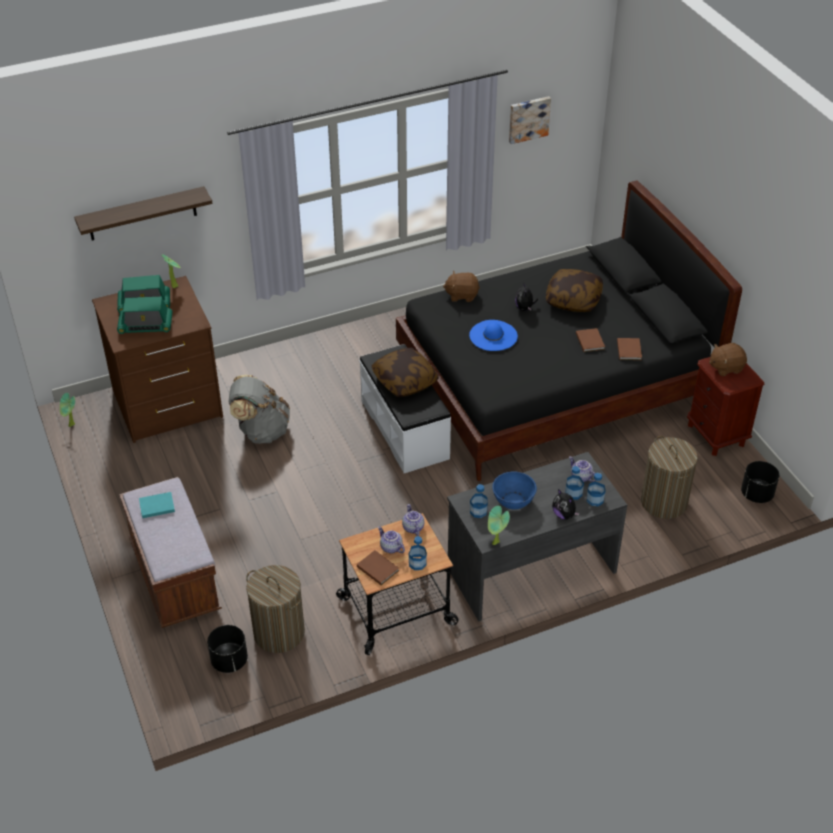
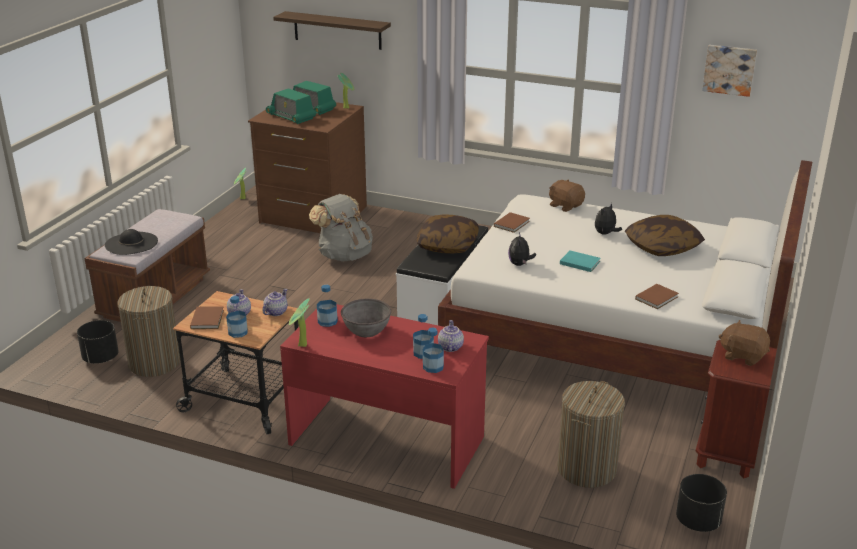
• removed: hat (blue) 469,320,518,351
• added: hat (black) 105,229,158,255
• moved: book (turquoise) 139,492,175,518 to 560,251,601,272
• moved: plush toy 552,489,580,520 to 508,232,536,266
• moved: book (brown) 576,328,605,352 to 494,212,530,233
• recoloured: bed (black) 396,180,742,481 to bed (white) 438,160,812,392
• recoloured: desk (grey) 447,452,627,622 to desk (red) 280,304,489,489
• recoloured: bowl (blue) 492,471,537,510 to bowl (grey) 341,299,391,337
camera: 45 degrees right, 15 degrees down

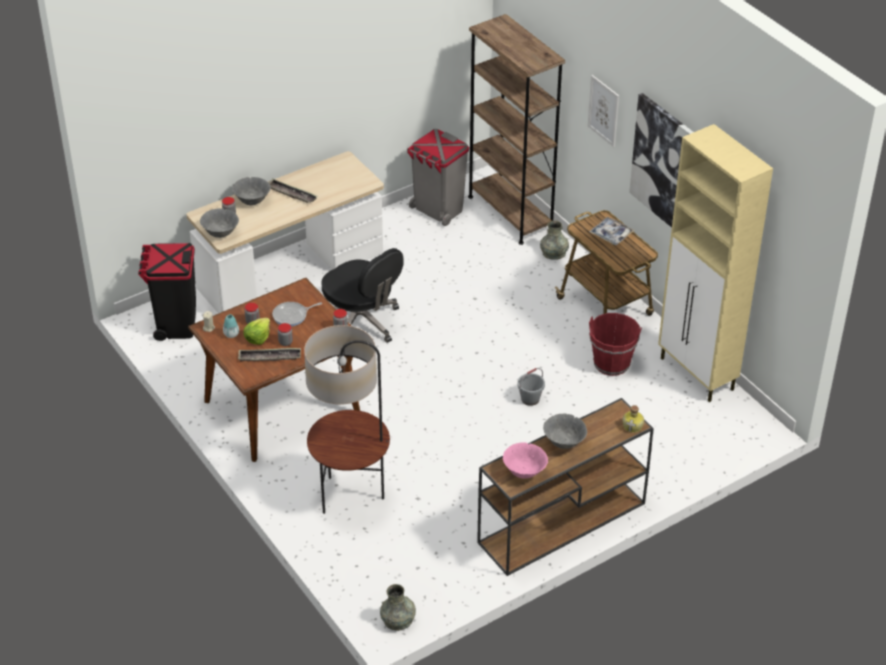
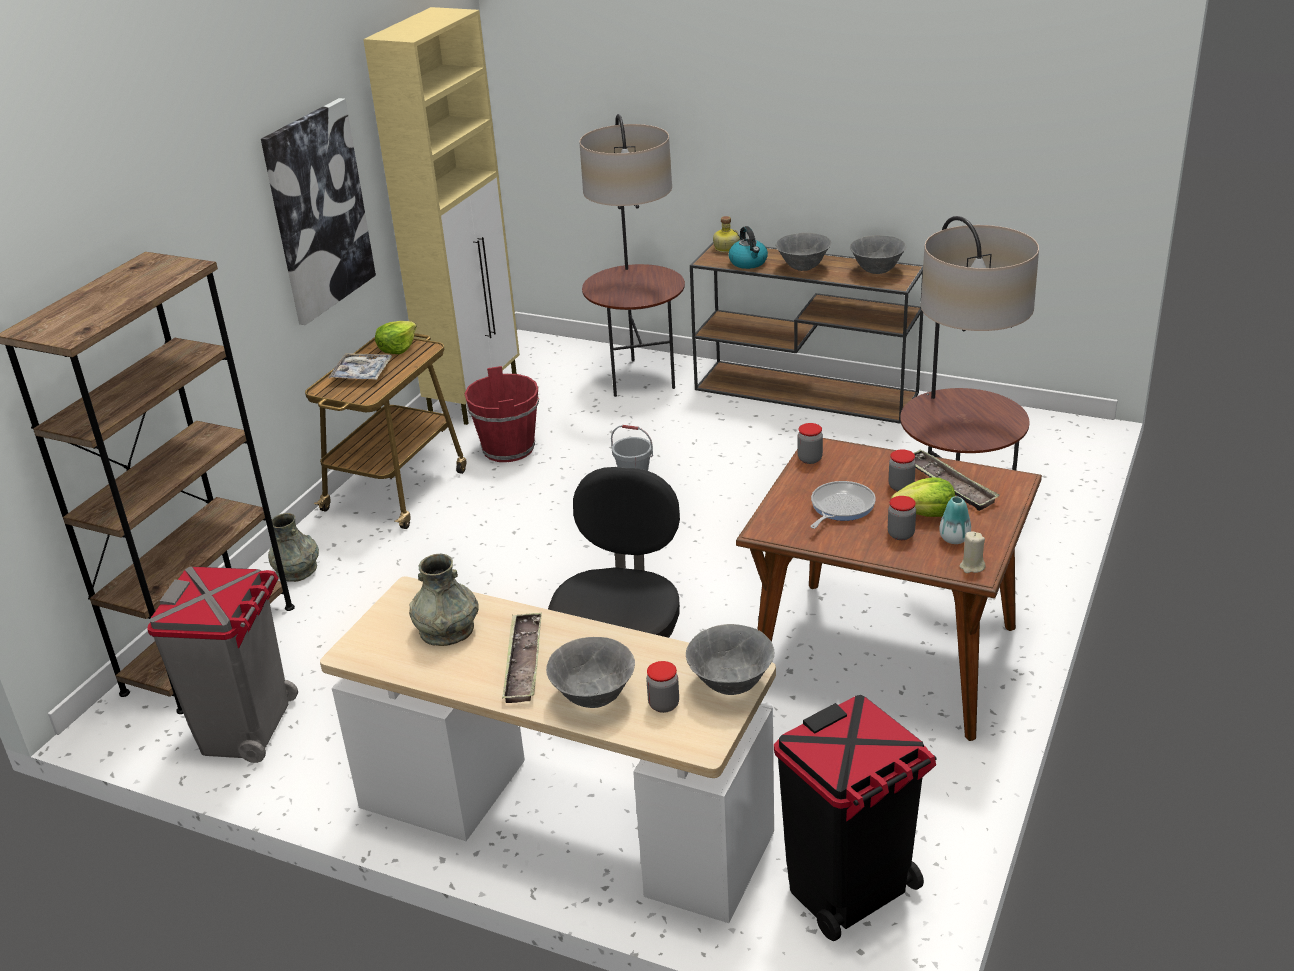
• removed: picture 588,75,619,147
• added: lettuce 375,321,417,354
• added: floor lamp 580,114,685,397
• added: kettle 729,226,768,269
• moved: vase (grey) 380,584,416,631 to 409,554,479,646
• recoloured: bowl (pink) 503,442,548,478 to bowl (grey) 850,235,906,274
• turned: frying pan 272,302,322,326 = 810,481,876,529 90 degrees counterclockwise
camera: 120 degrees left, 10 degrees down

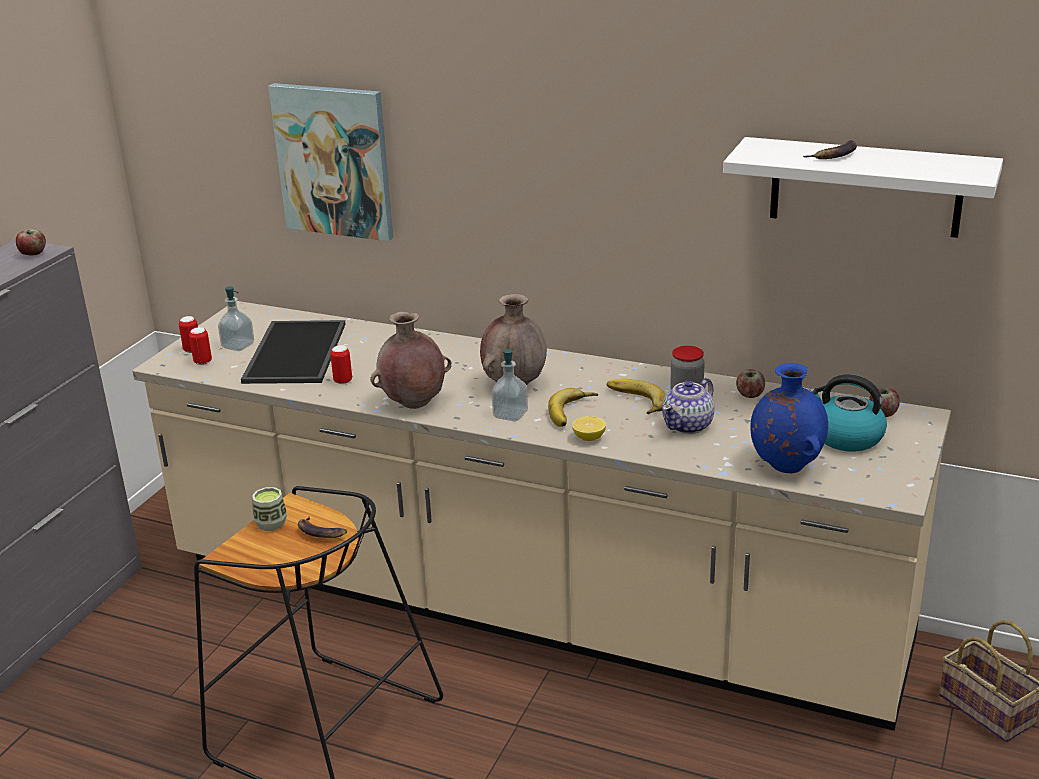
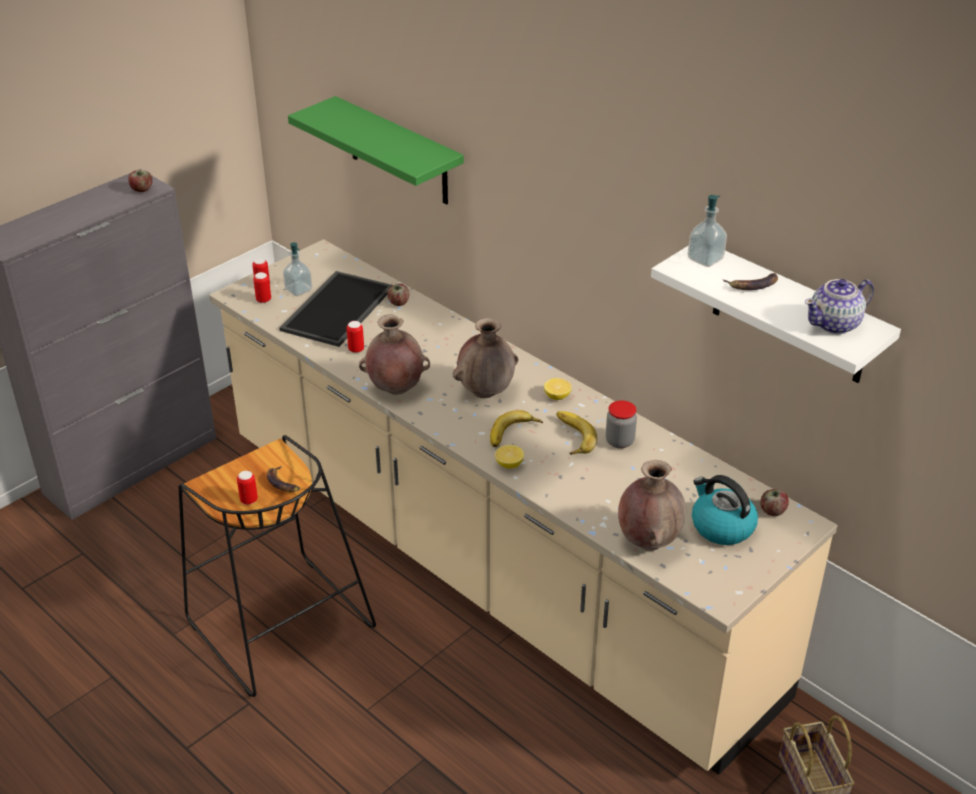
• removed: cup 252,487,287,531
• added: can 237,471,258,505
• added: lemon 544,378,572,400
• moved: soap dispenser 492,349,528,421 to 688,195,727,267
• moved: teapot 662,378,714,434 to 805,279,874,334
• moved: apple 736,369,765,398 to 387,283,410,306
• replaced: picture 268,83,393,241 to shelf (green) 288,96,464,205
• recoloured: vase (blue) 750,363,828,473 to vase (brown) 618,460,686,551
camera: 20 degrees right, 10 degrees up

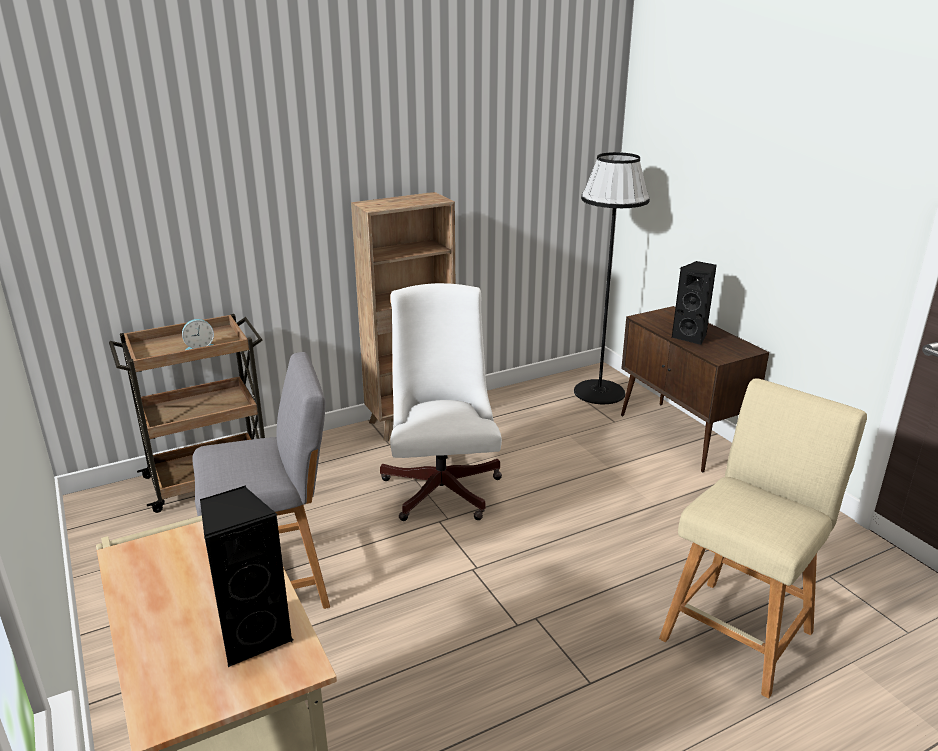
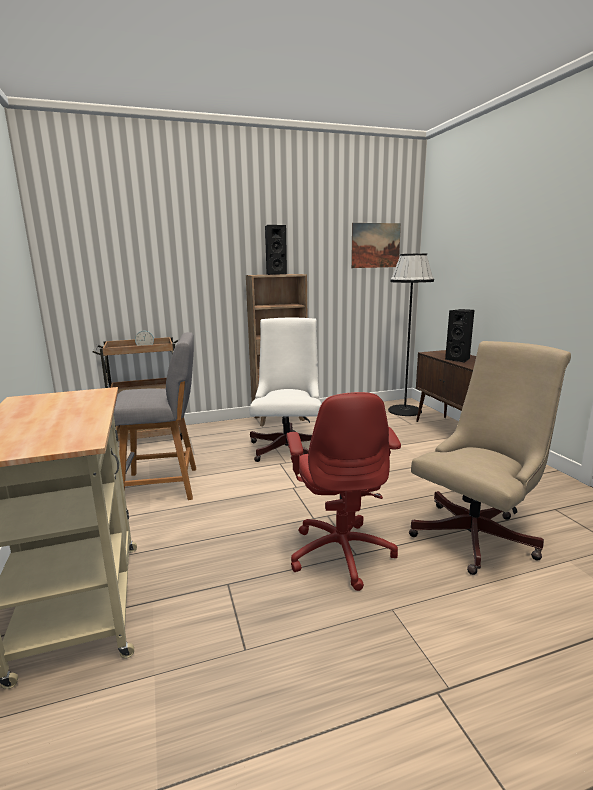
• added: office chair (red) 286,392,401,591
• added: picture 351,223,401,268
• moved: speaker (black) 200,485,294,667 to 265,225,287,275
• replaced: stool (beige) 659,378,867,699 to office chair (beige) 409,341,571,575
camera: 10 degrees right, 10 degrees down

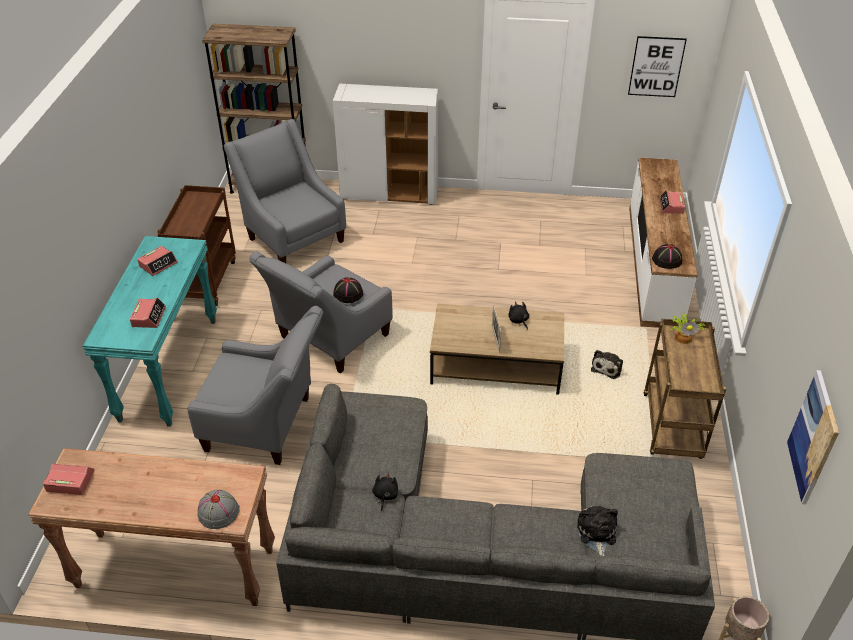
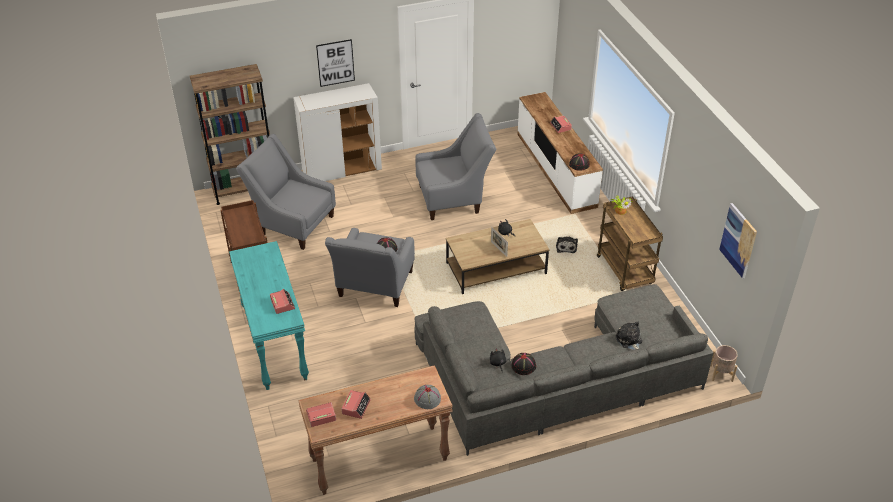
• added: hat (black) 512,353,536,375
• moved: alarm clock 137,246,178,276 to 342,390,371,419
• moved: armchair (grey) 188,306,323,465 to 415,113,497,220
• moved: picture 628,36,687,97 to 316,39,355,87
camera: 25 degrees left, 0 degrees up

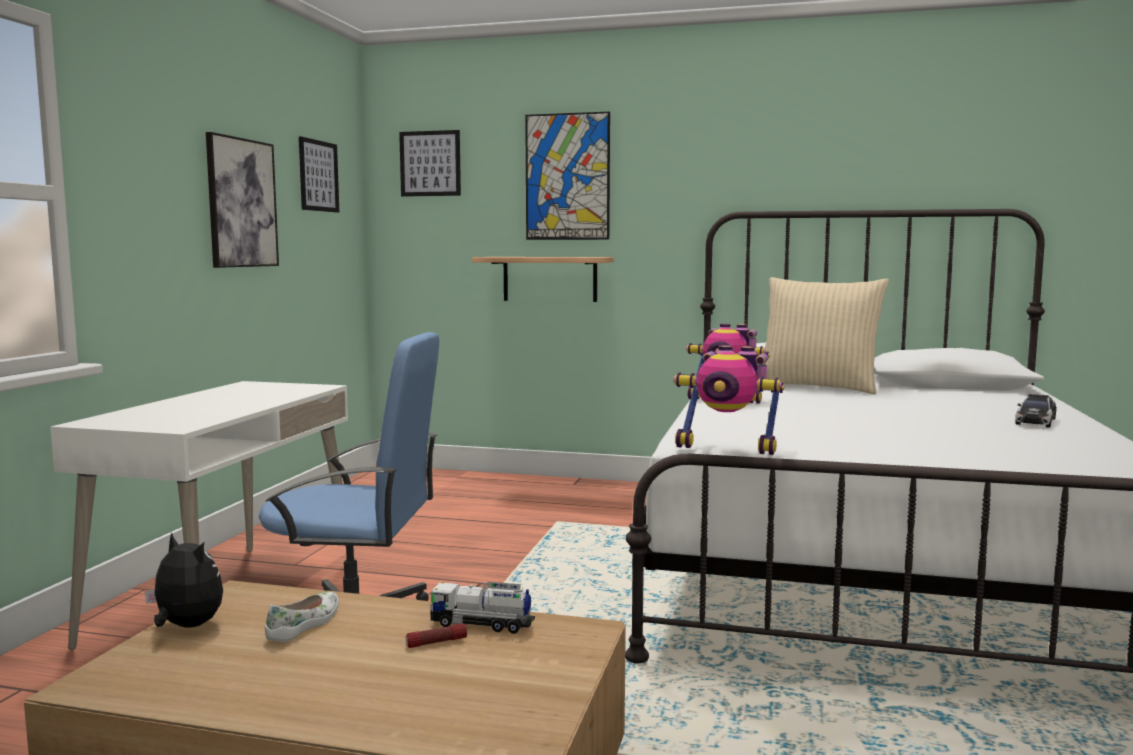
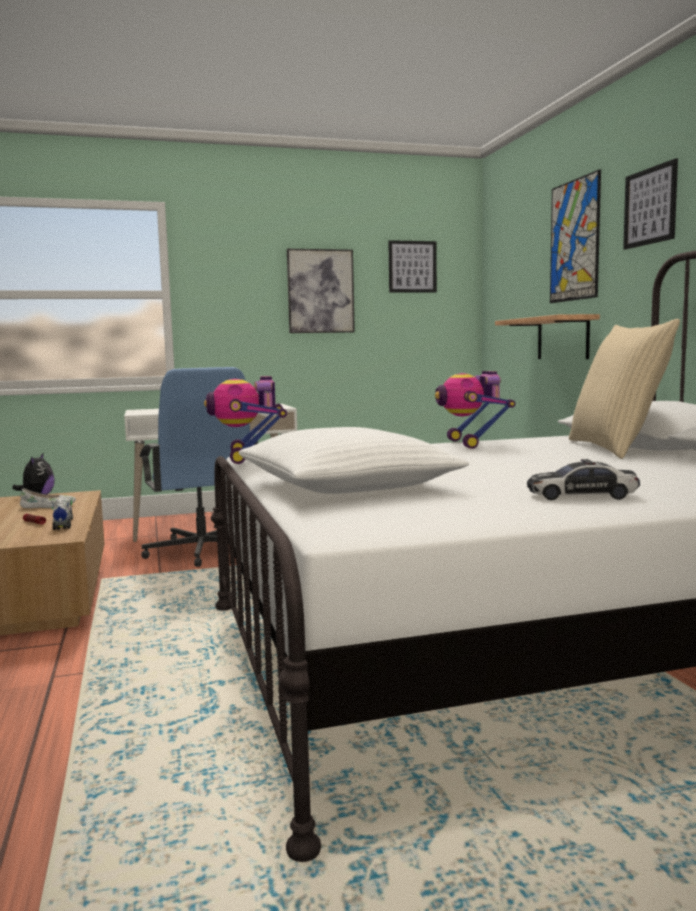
• added: pillow (white) 239,427,469,494
• moved: picture 399,130,461,197 to 623,158,678,250
camera: 60 degrees right, 0 degrees up

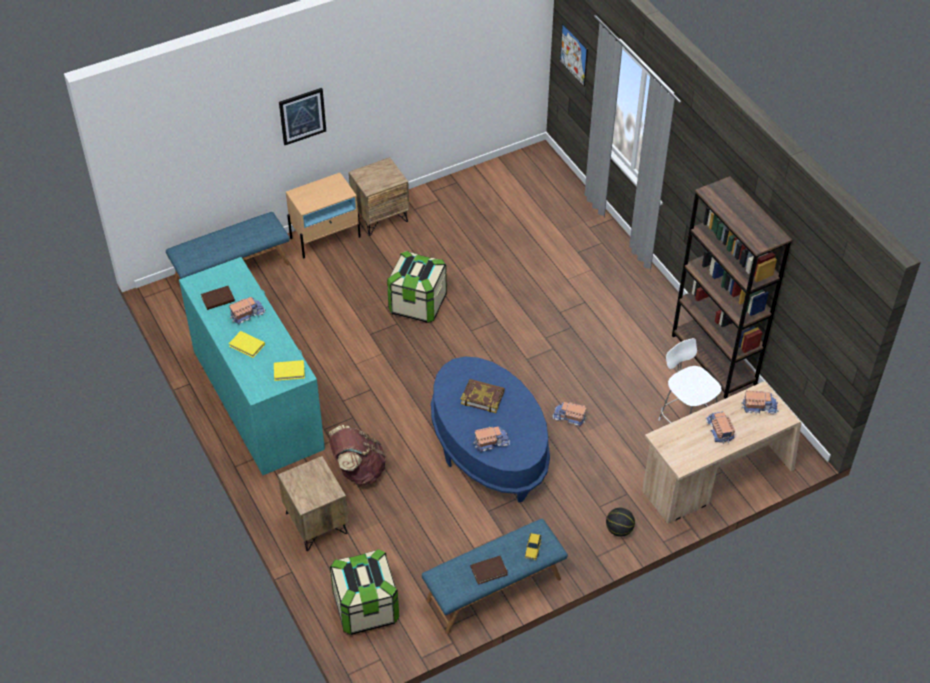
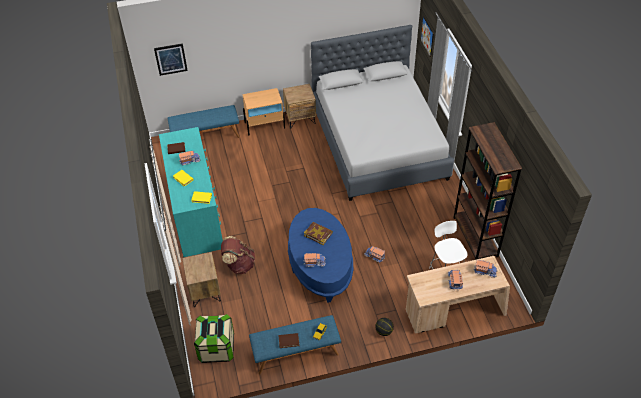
• removed: storage box 387,251,447,323
• added: bed (grey) 311,25,454,201
• moved: picture 279,88,326,145 to 154,43,188,76
camera: 15 degrees right, 0 degrees up

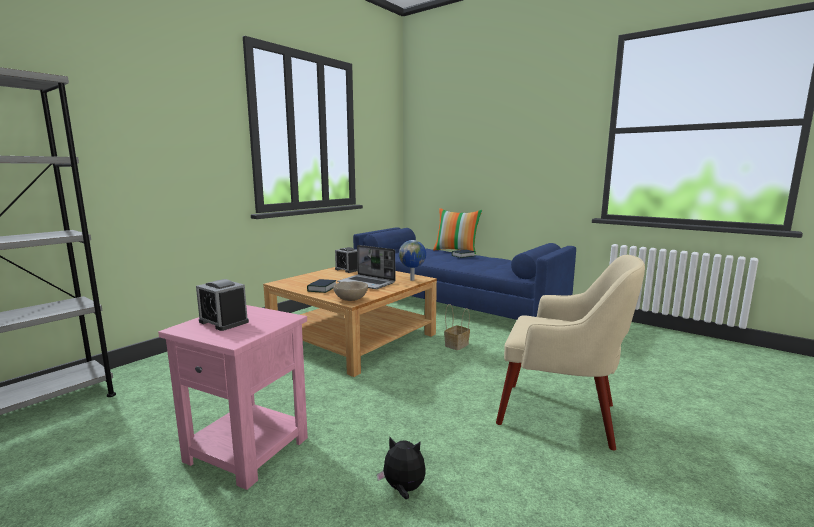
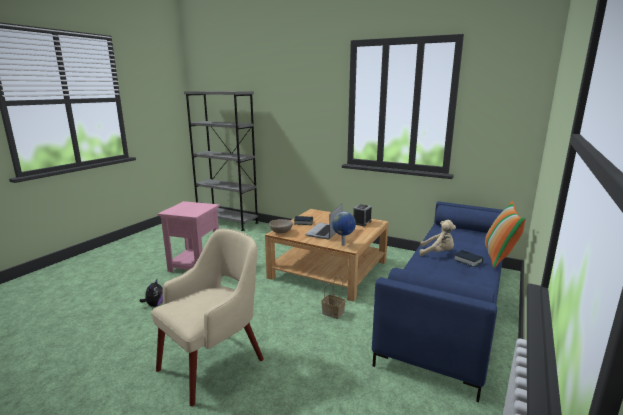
• removed: alarm clock 196,279,249,331
• added: plush toy (beige) 420,220,456,256
• turned: armchair (beige) 496,255,645,450 = 151,229,264,406 150 degrees counterclockwise
camera: 80 degrees right, 5 degrees up

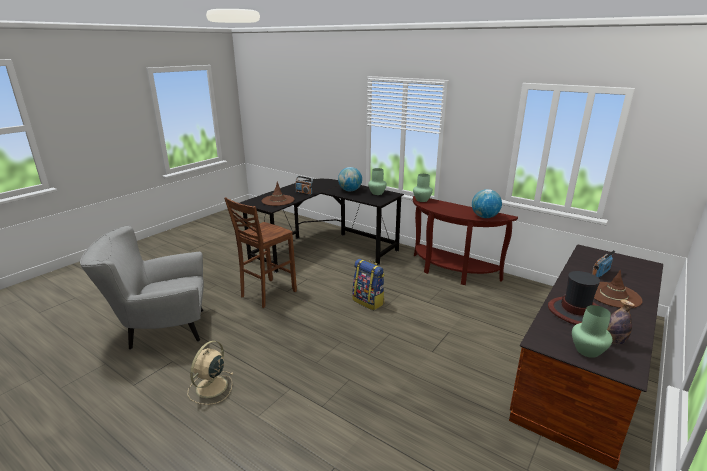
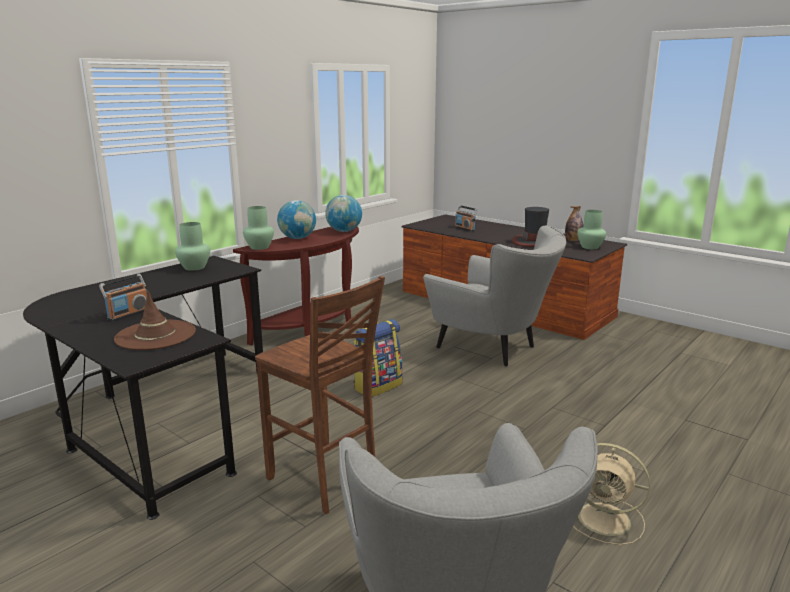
• removed: hat (brown) 594,270,642,308
• added: armchair (grey) 423,226,566,367
• moved: globe 338,167,362,191 to 277,200,316,239
camera: 85 degrees left, 5 degrees down

